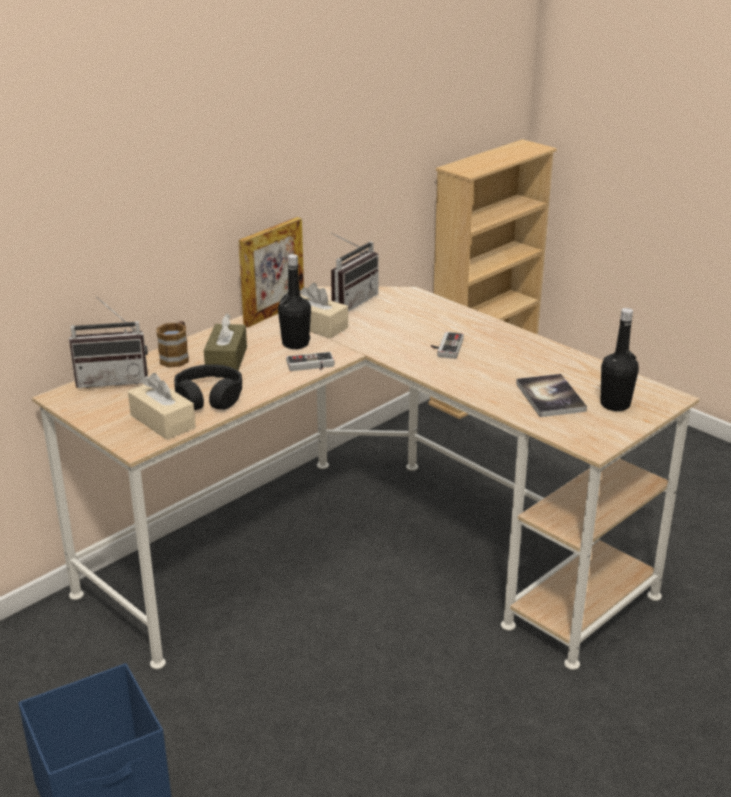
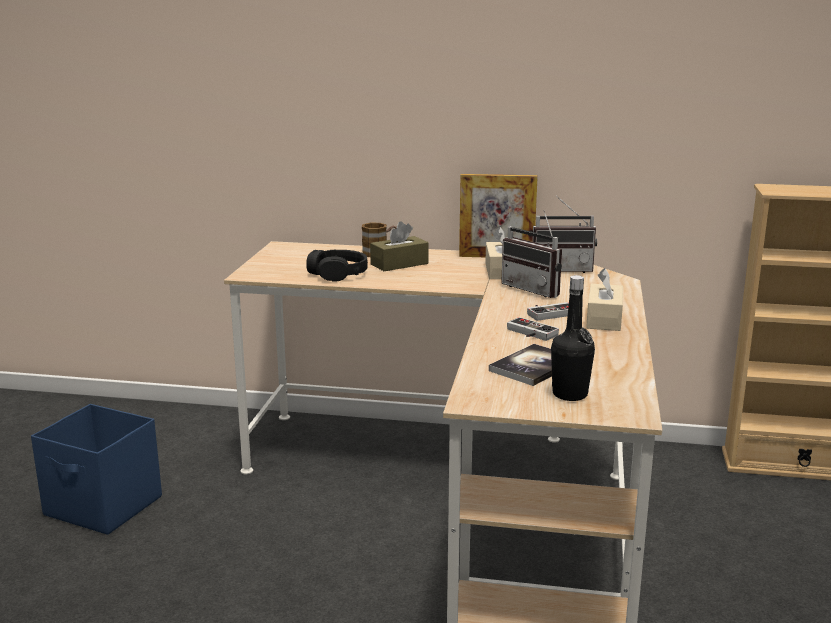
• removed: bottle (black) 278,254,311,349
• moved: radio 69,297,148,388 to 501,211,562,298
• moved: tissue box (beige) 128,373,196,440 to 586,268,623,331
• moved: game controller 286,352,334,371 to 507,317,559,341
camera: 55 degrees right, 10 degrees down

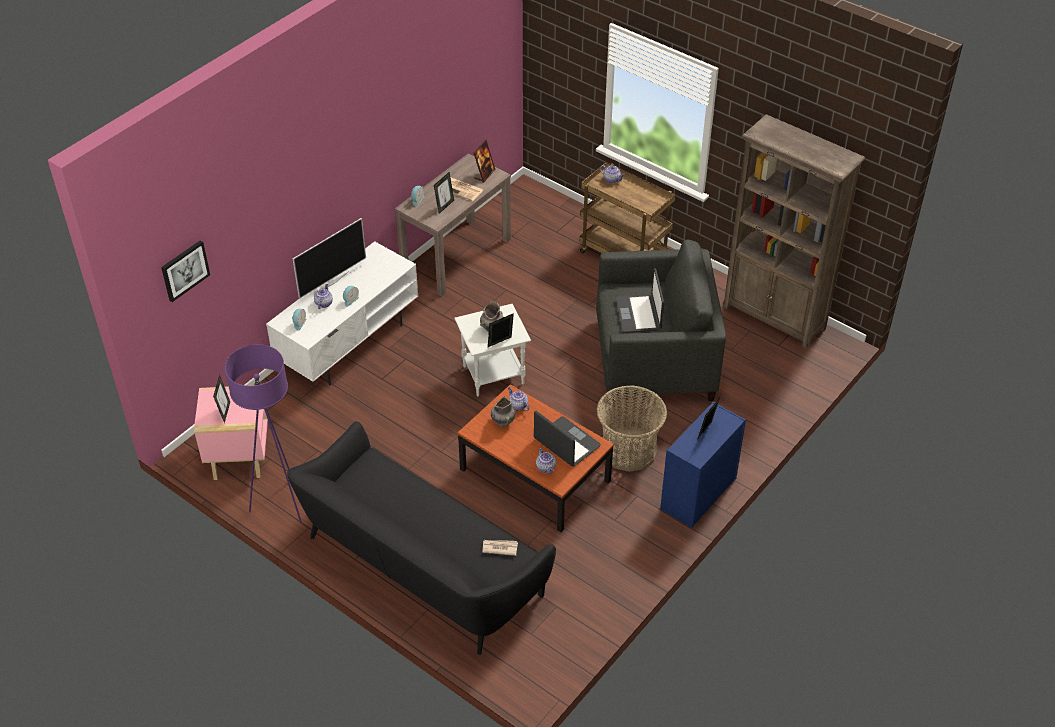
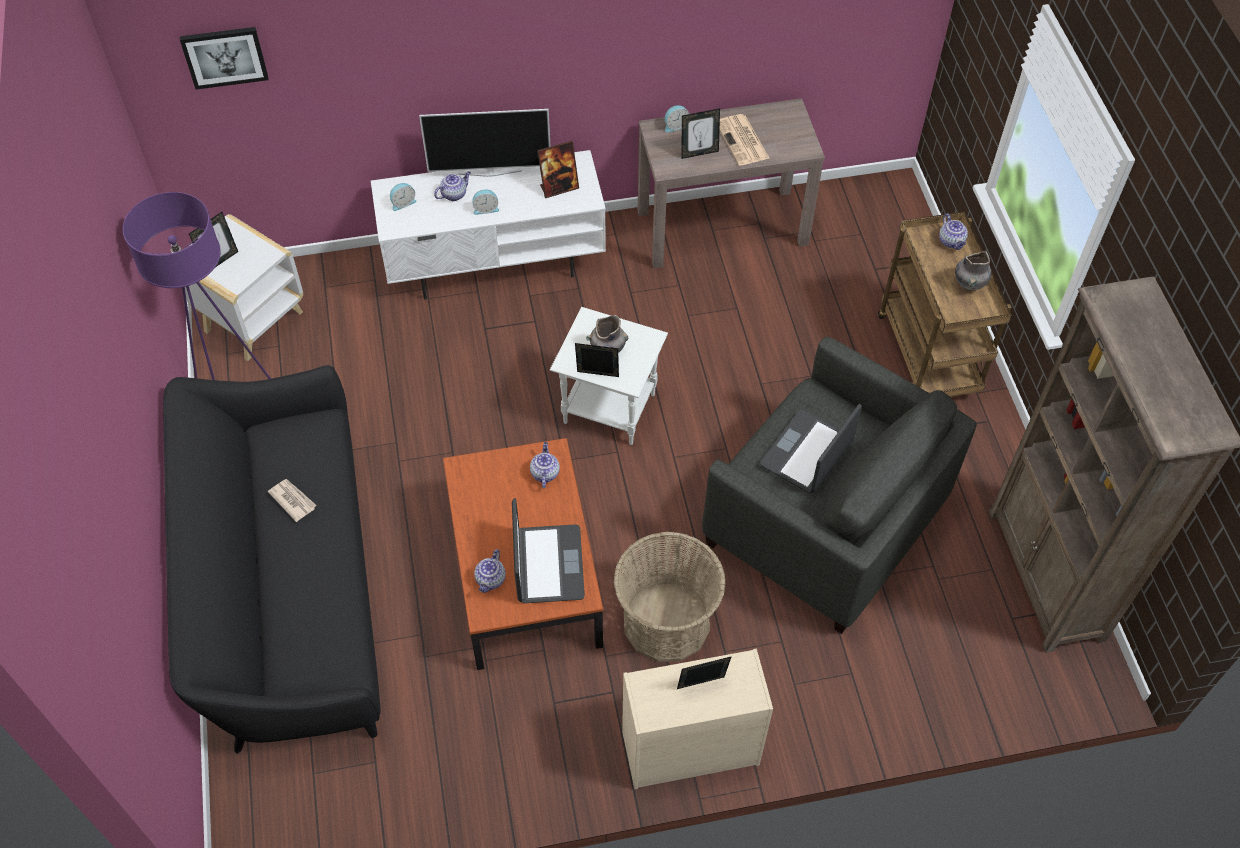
• moved: picture frame 474,140,495,182 to 537,141,579,198
• moved: newspaper 482,540,518,556 to 268,479,317,522
• moved: vase (grey) 491,396,516,427 to 955,251,991,291
• recoloured: side table (pink) 194,385,268,480 to side table (white) 185,214,303,361
• recoloured: dresser (blue) 660,402,746,528 to dresser (beige) 622,649,773,789
camera: 40 degrees right, 10 degrees up

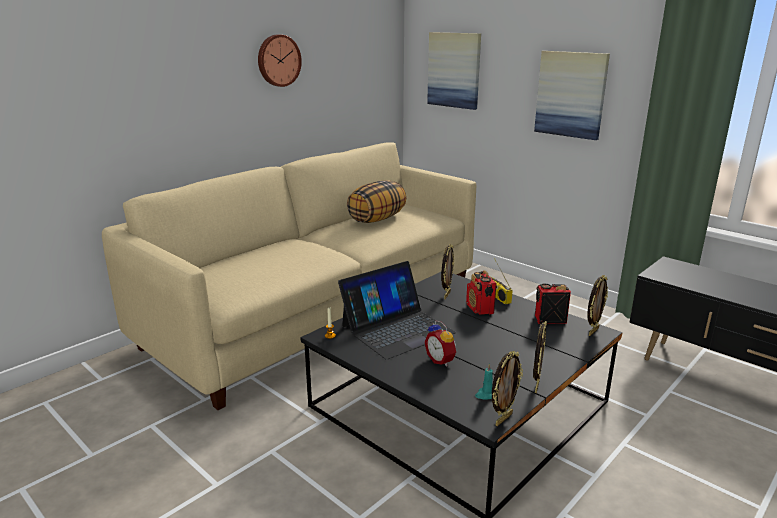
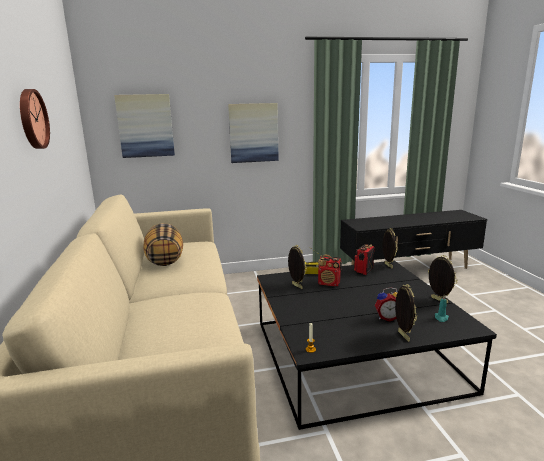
• removed: laptop 338,261,456,360
• moved: picture frame 492,351,523,426 to 395,284,417,342
camera: 55 degrees left, 5 degrees down

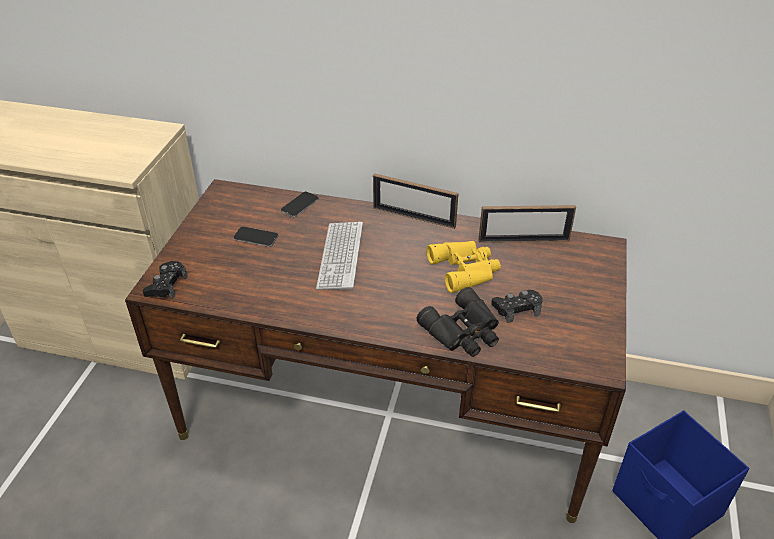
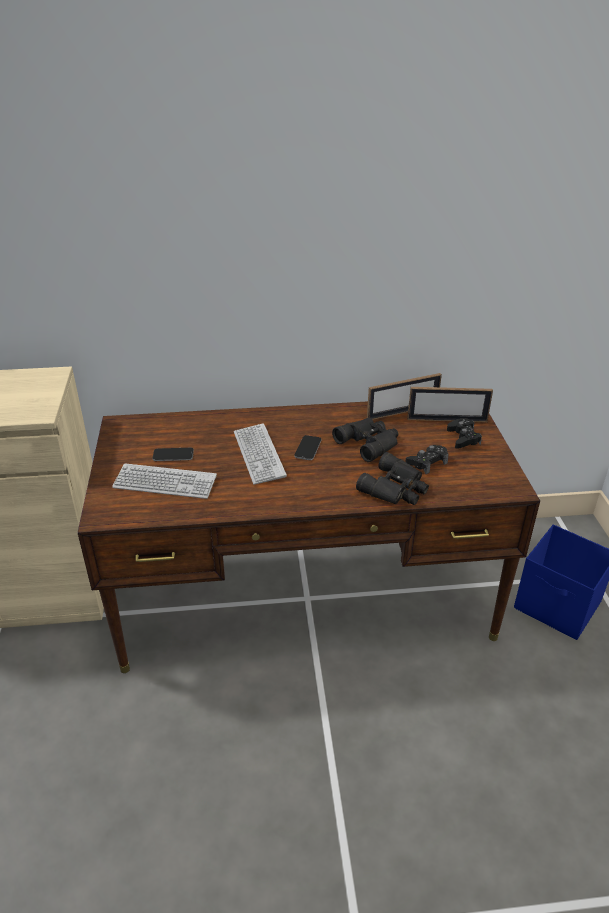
• added: keyboard 112,463,217,499
• moved: game controller (black) 142,261,188,299 to 447,418,482,449
• moved: phone 281,192,319,217 to 294,435,321,460
• moved: picture frame 373,173,459,229 to 407,387,493,422
• recoloured: binoculars (yellow) 426,241,501,293 to binoculars (black) 332,418,398,462
camera: 20 degrees left, 5 degrees down

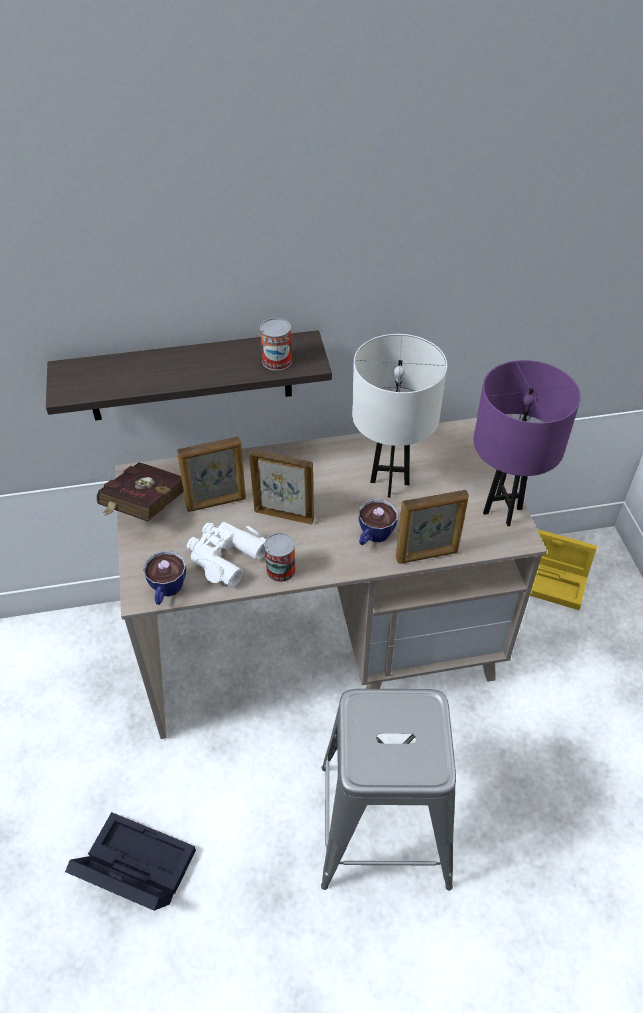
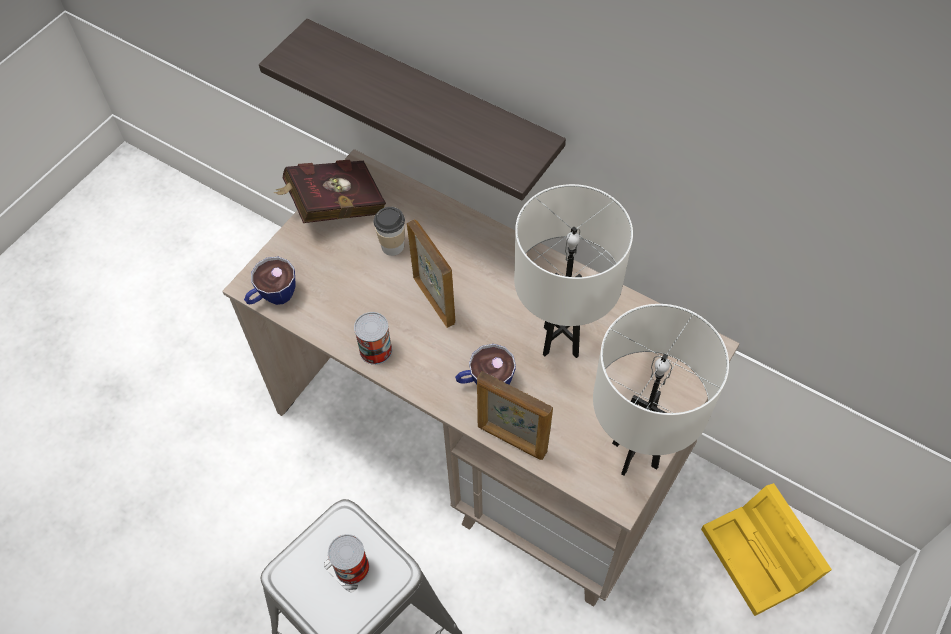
• removed: storage box (black) 65,812,196,911
• removed: binoculars (white) 186,522,266,588
• moved: can 260,318,292,371 to 328,534,369,585
• replaced: picture frame 177,436,246,512 to cup 373,207,405,256
• recoloured: table lamp (purple) 474,360,581,526 to table lamp (white) 593,304,729,476
camera: 45 degrees right, 10 degrees up

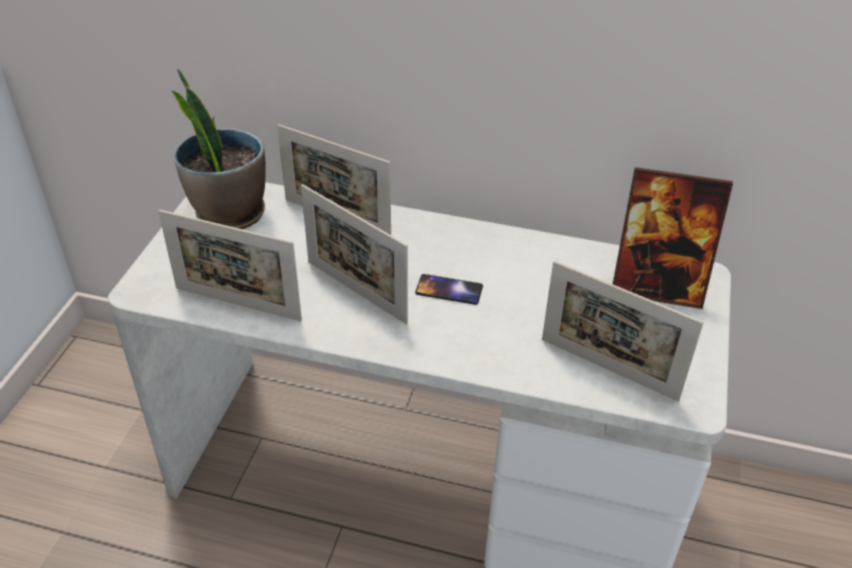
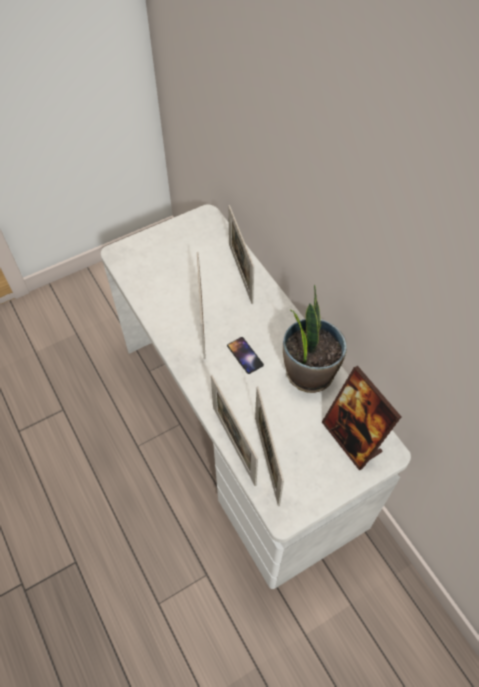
• moved: picture frame 158,209,302,321 to 211,375,258,486
• moved: potted plant 171,69,266,229 to 283,285,347,393
camera: 45 degrees right, 15 degrees up

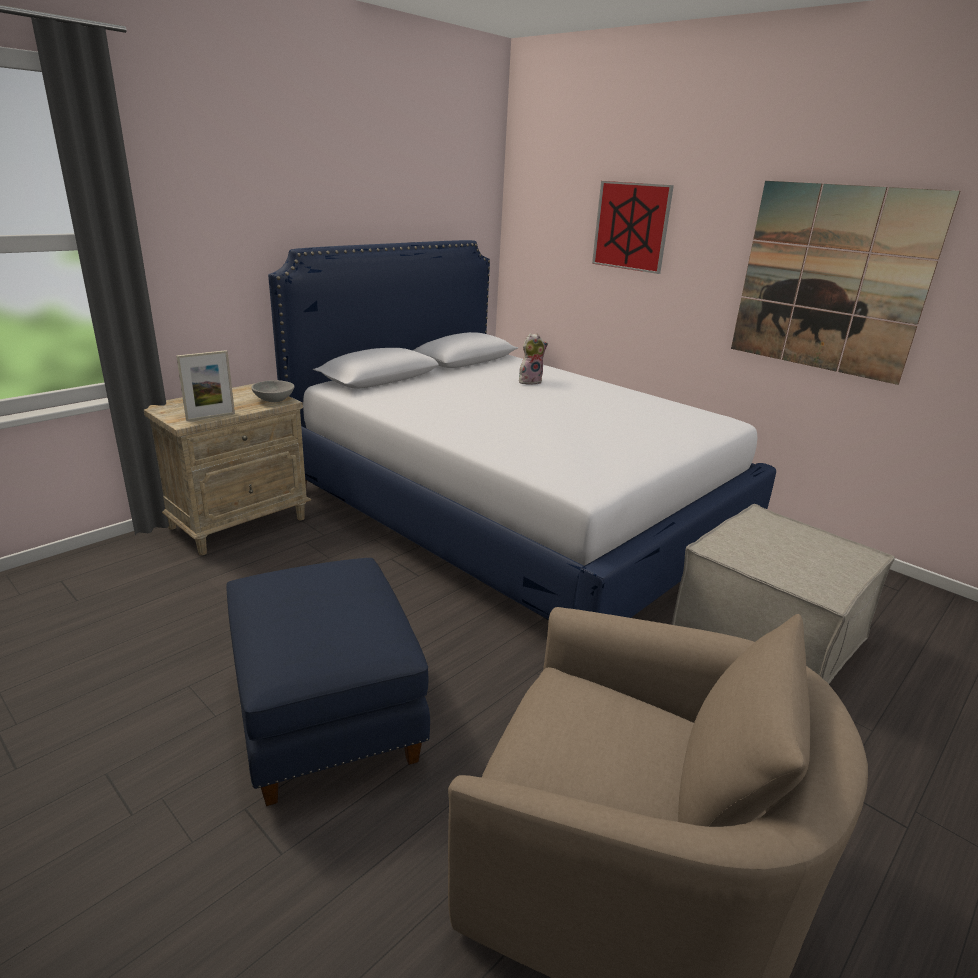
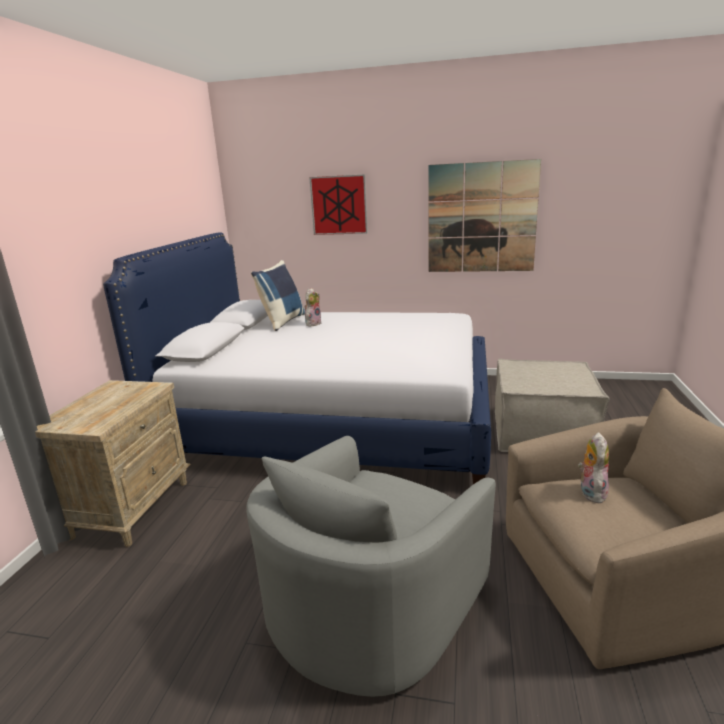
• removed: picture frame 176,350,235,421
• removed: bowl (grey) 251,380,295,402
• added: pillow (blue) 251,260,305,331
• added: plush toy 578,432,609,503
• replaced: ottoman (blue) 226,558,430,806 to armchair (grey) 246,436,496,697
camera: 30 degrees left, 5 degrees down

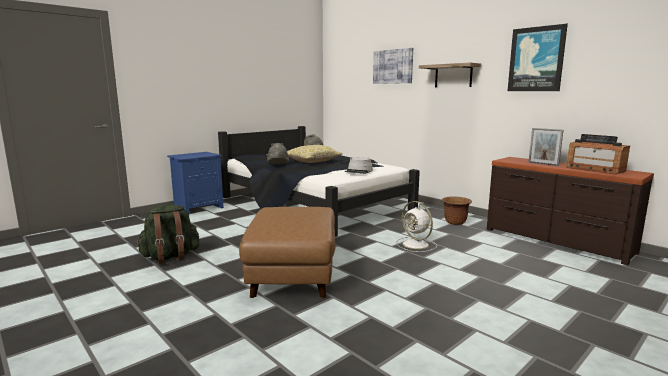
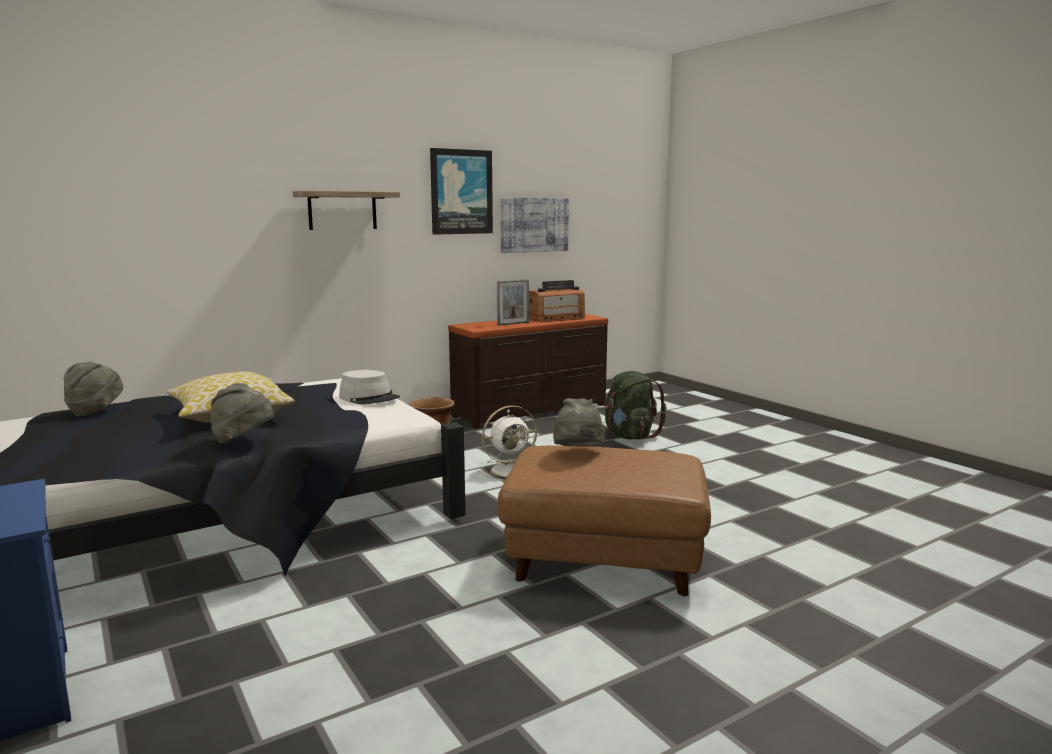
• added: hat (grey) 553,398,606,447
• moved: backpack (green) 136,205,199,264 to 604,371,667,440
• moved: picture 373,48,413,84 to 500,198,569,253
camera: 80 degrees left, 0 degrees up

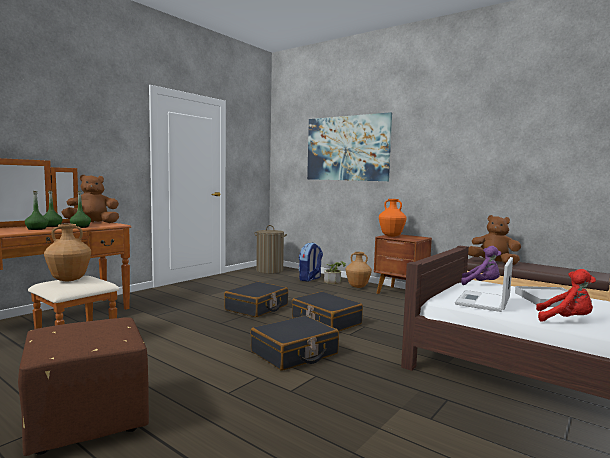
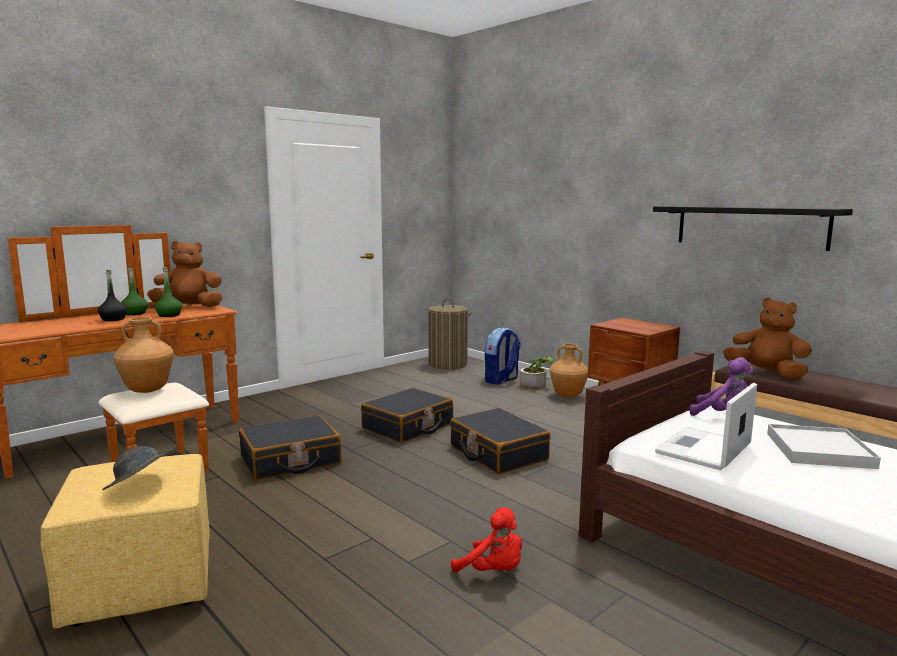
• removed: picture 307,112,392,181
• removed: vase (orange) 379,199,407,237
• added: hat (grey) 102,446,175,490
• added: shelf (black) 653,206,853,251
• moved: suitcase (black) 251,316,339,371 to 239,415,342,480
• moved: plush toy (red) 536,269,596,322 to 451,507,522,573
• recoloured: ottoman (brown) 18,317,149,456 to ottoman (yellow) 41,454,210,629
• recoloured: bottle (green) 25,191,48,230 to bottle (black) 98,270,127,321
camera: 10 degrees right, 5 degrees up

